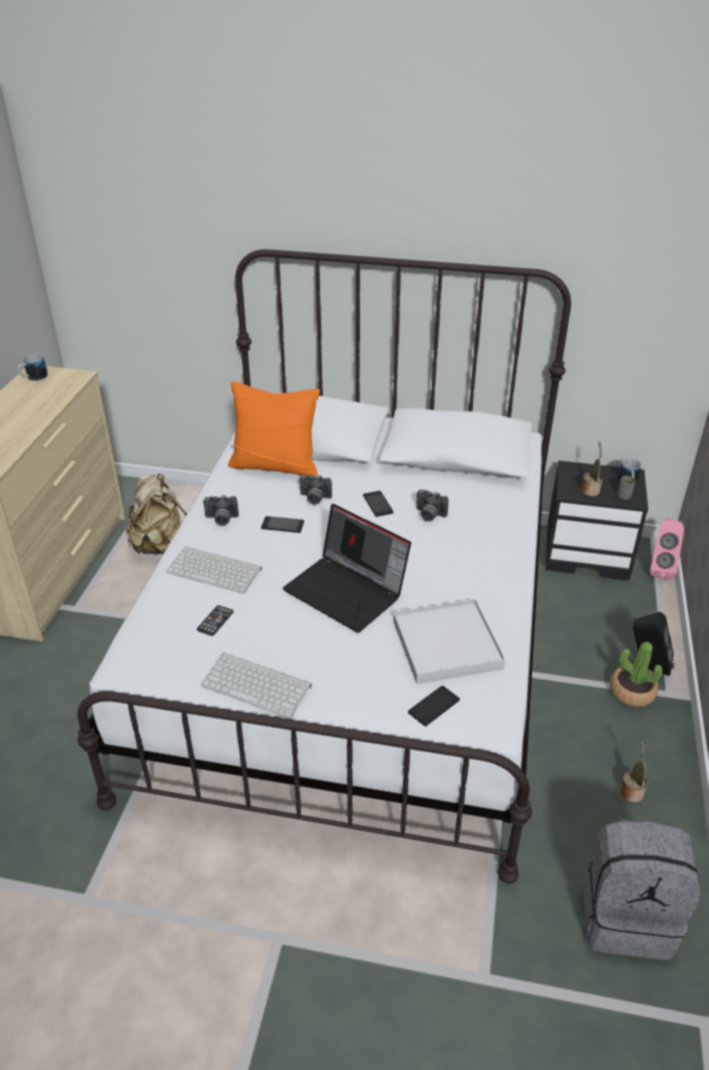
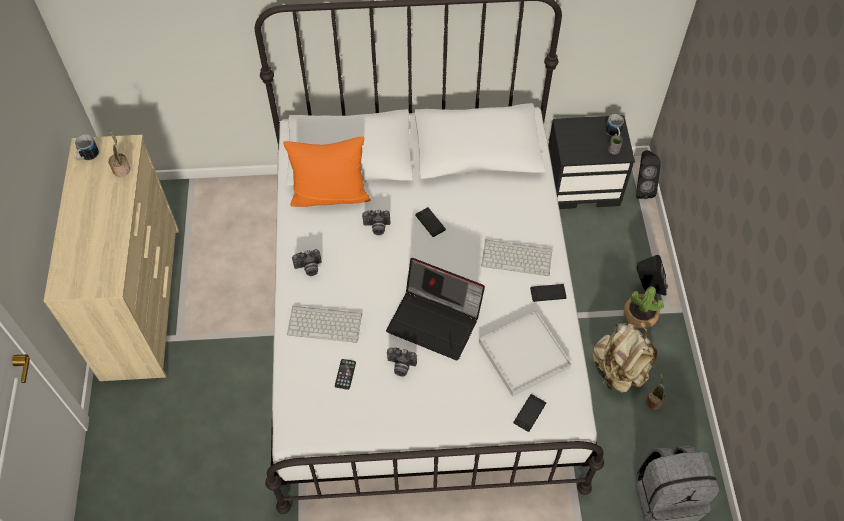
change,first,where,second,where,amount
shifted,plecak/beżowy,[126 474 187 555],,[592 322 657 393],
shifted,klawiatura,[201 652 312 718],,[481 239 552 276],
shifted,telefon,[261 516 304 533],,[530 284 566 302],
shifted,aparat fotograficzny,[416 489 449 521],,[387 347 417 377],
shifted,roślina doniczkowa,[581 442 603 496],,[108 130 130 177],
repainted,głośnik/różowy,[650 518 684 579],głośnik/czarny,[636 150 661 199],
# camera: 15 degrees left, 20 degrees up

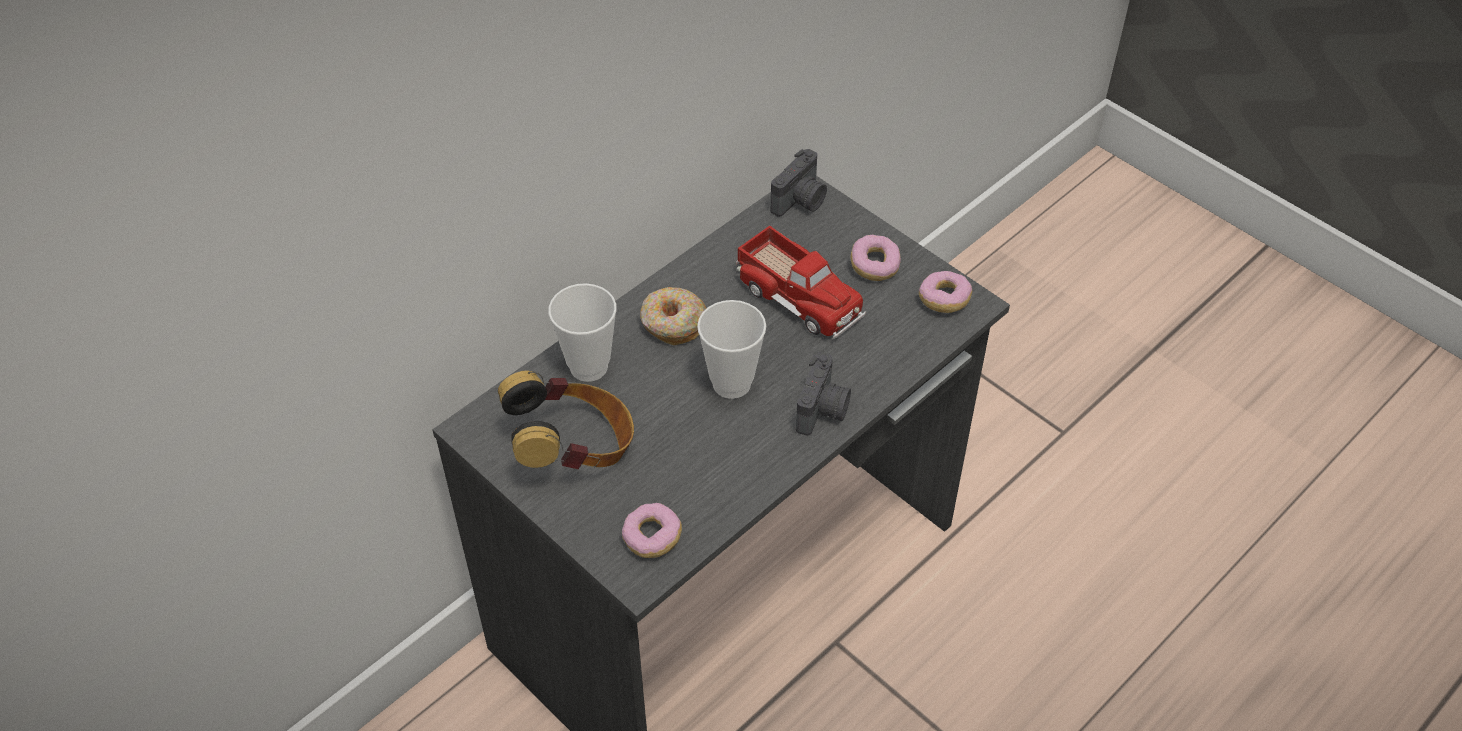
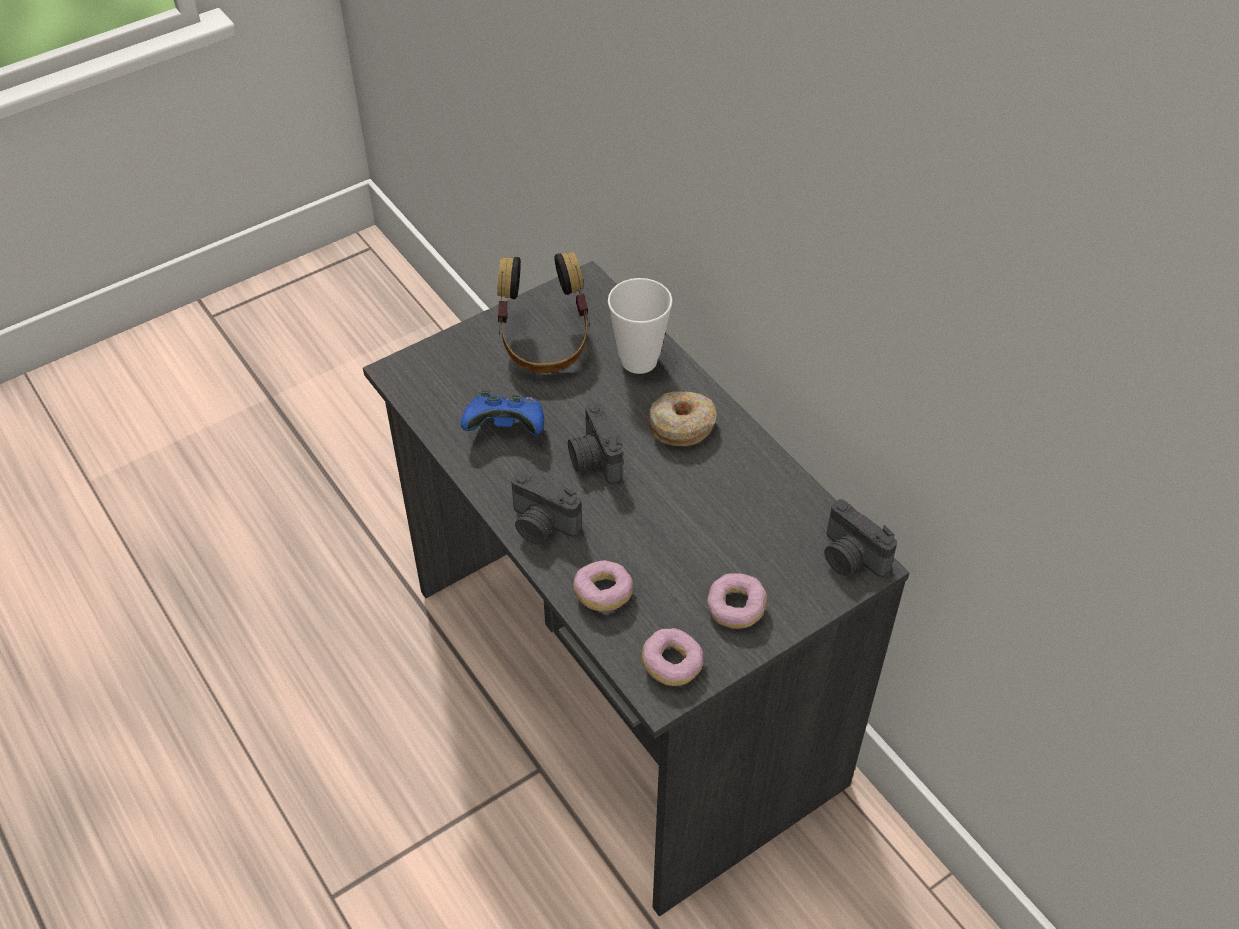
change,first,where,second,where,amount
shifted,donut,[622 503 682 558],,[573 560 633 611],
swapped,filiżanka,[697 300 766 399],aparat fotograficzny,[568 402 623 484],
gone,ciężarówka zabawkowa,[736 226 866 339],,,
new,,,pad do gier/niebieski,[461 390 544 435],
# camera: 100 degrees right, 0 degrees up

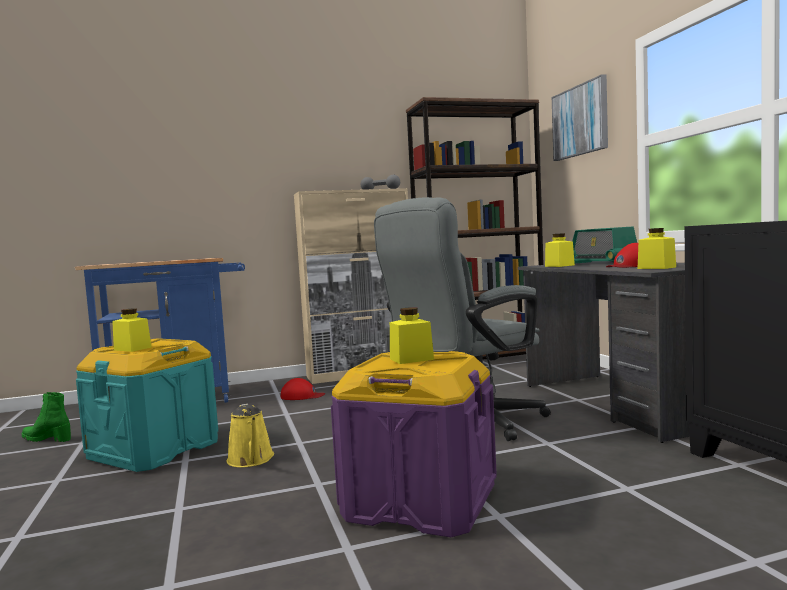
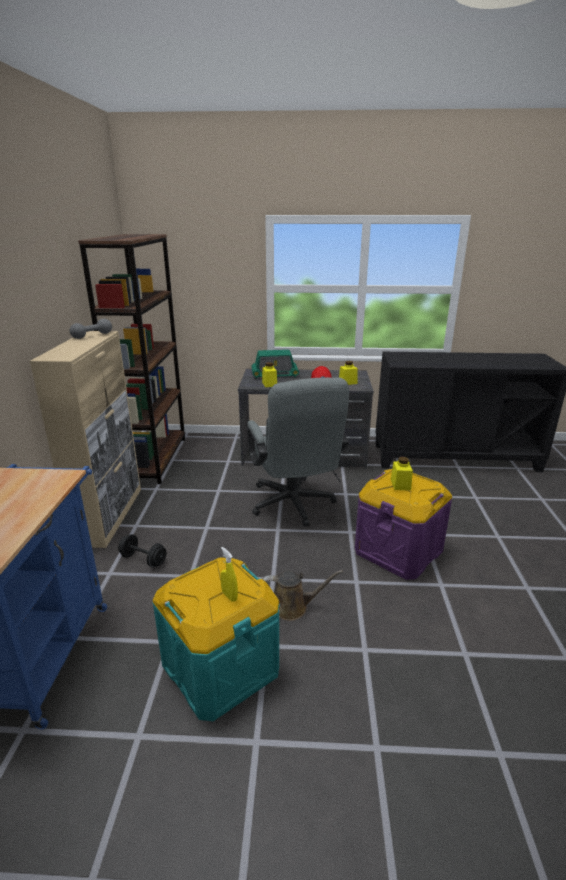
change,first,where,second,where,amount
gone,but z cholewką/zielony,[22 392 71 442],,,
swapped,słoik/żółty,[112 308 152 352],spryskiwacz/żółty,[220 547 238 602],
repainted,konewka/żółty,[227 404 274 467],konewka/brązowy,[263 570 343 621],
swapped,czapka z daszkiem/czerwony,[281 378 326 400],hantel/czarny,[118 534 166 567],
gone,obraz,[552 74 608 161],,,
# camera: 70 degrees left, 20 degrees up

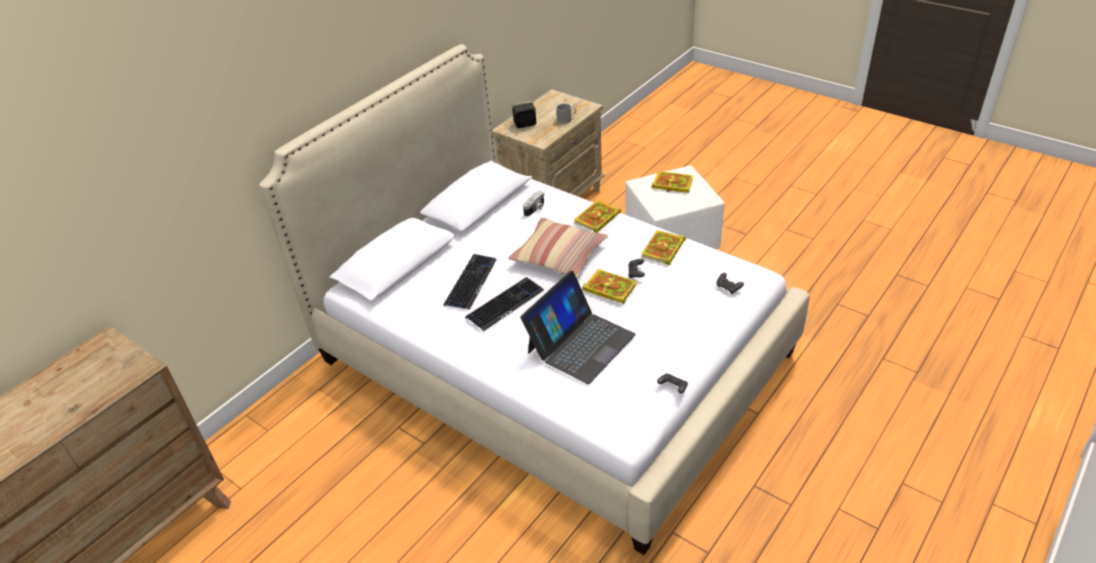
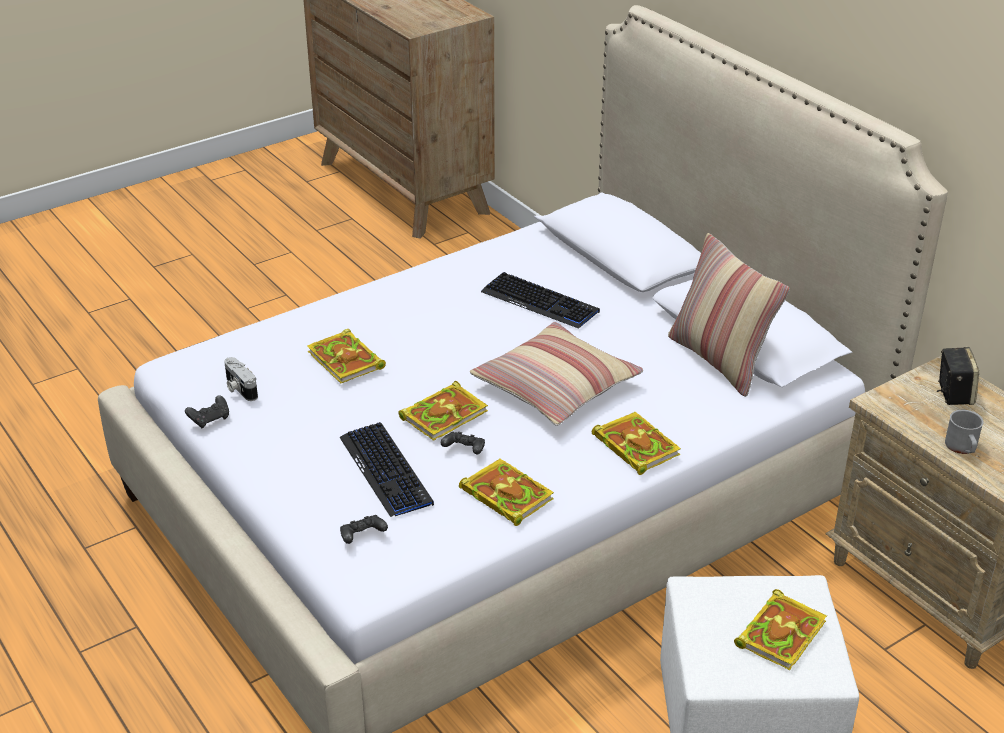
change,first,where,second,where,amount
shifted,klawiatura,[465 277 544 331],,[339 422 434 517],
swapped,laptop,[521 271 636 384],książka,[307 329 386 383],
shifted,aparat fotograficzny,[523 191 544 217],,[224 357 258 401],
new,,,poduszka,[668 233 790 397],
# camera: 105 degrees right, 5 degrees down

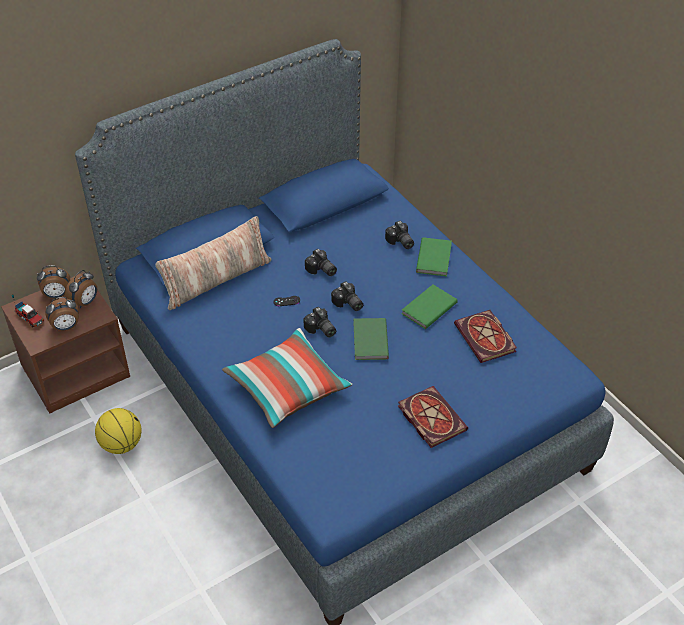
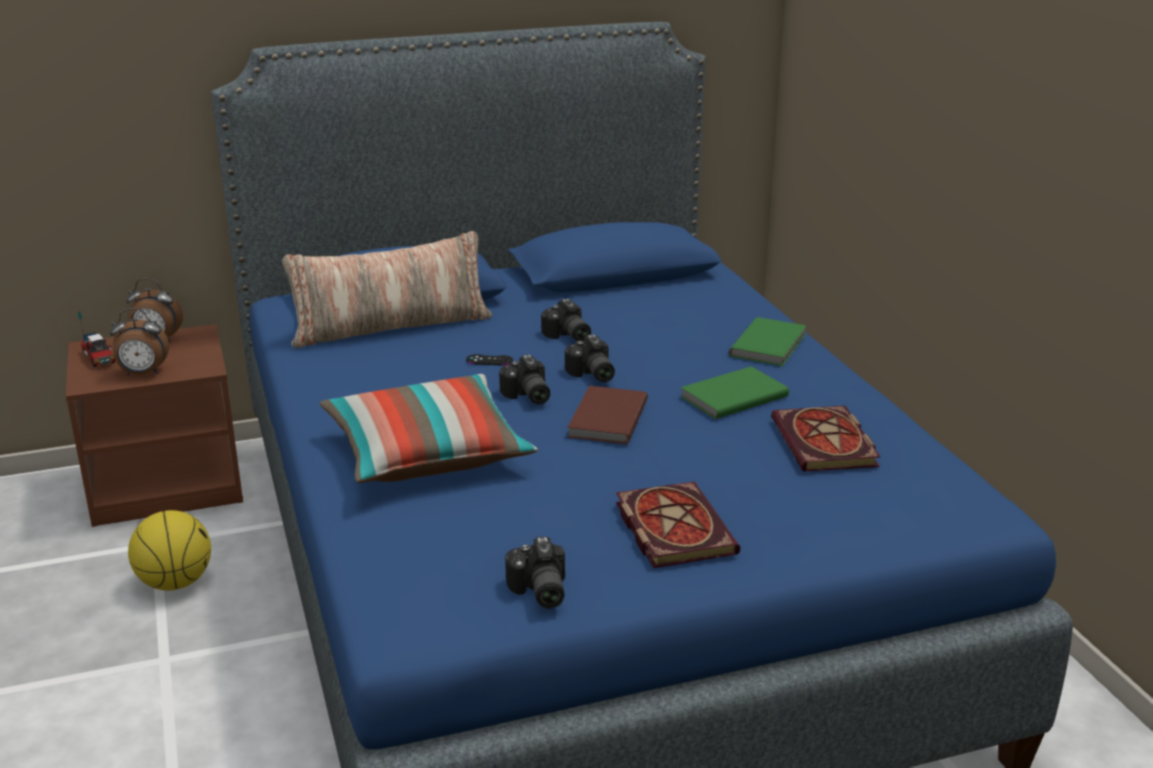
change,first,where,second,where,amount
gone,budzik,[65 270 97 308],,,
repainted,książka/zielony,[353 318 389 360],książka/brązowy,[567 386 648 444],
shifted,aparat fotograficzny,[385 221 414 249],,[505 536 565 609],
# camera: 15 degrees right, 20 degrees down

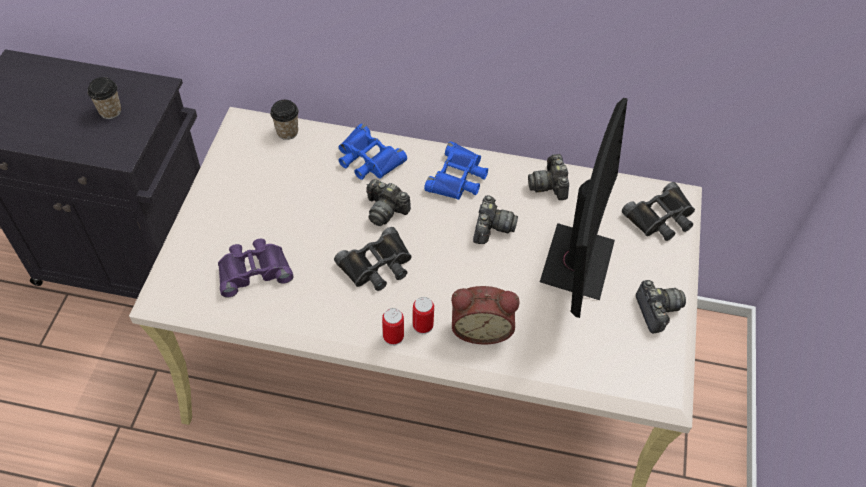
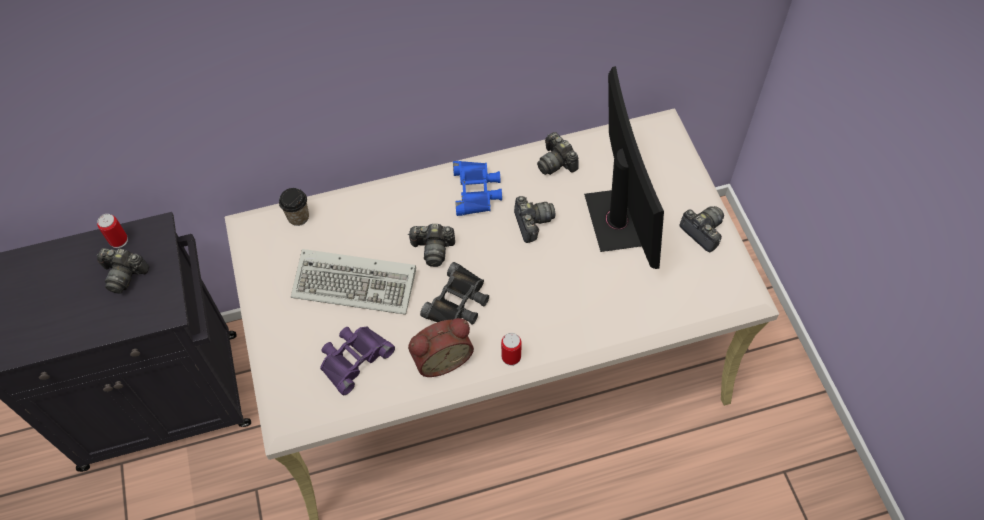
change,first,where,second,where,amount
swapped,filiżanka,[88 77 121 119],aparat fotograficzny,[96 248 150 294],
gone,lornetka/niebieski,[339 124 407 180],,,
shifted,puszka,[413 297 434 334],,[97 214 128 248],
shifted,budzik,[451 286 520 345],,[408 318 474 377],
gone,lornetka/czarny,[622 182 695 241],,,
new,,,klawiatura,[291 249 416 315],
# camera: 25 degrees left, 5 degrees up

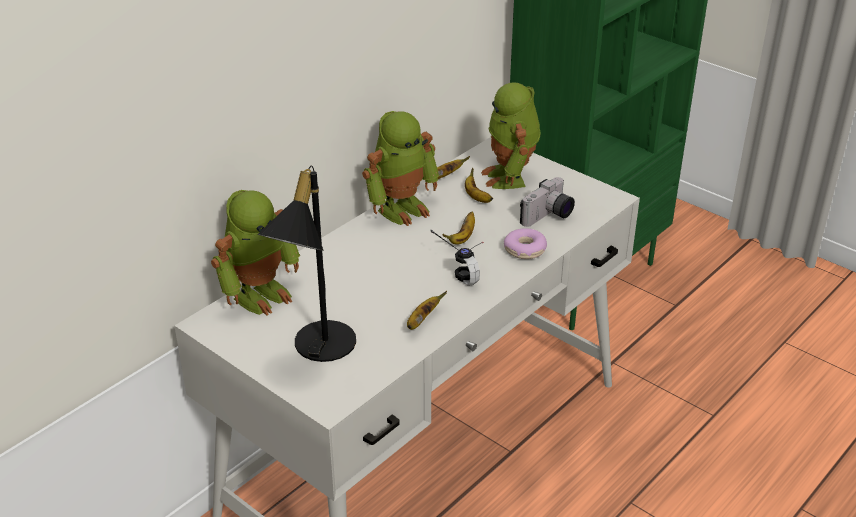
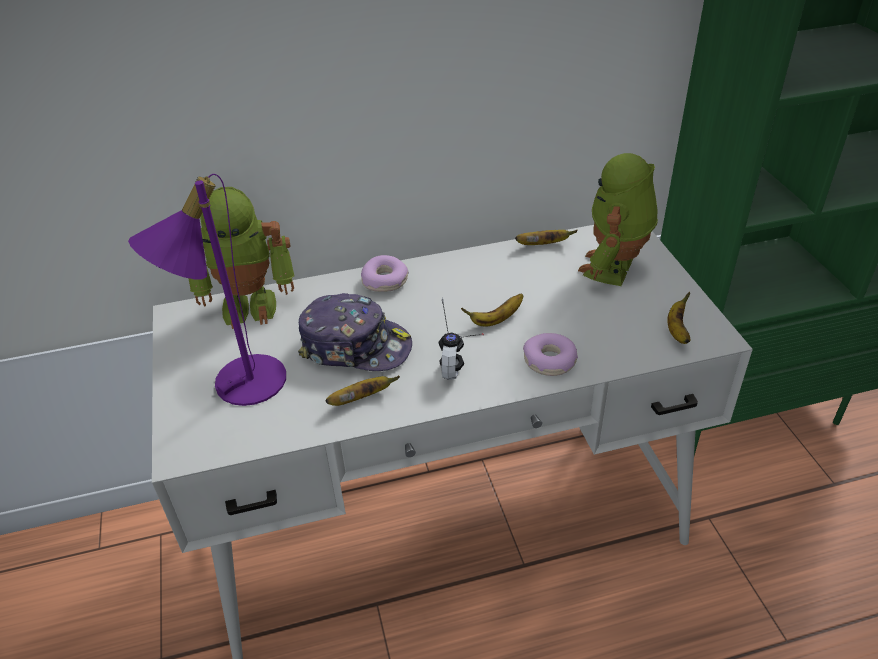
change,first,where,second,where,amount
repainted,lampa stołowa/czarny,[258 165 356 362],lampa stołowa/fioletowy,[128 174 286 406],
gone,robot zabawkowy,[362 111 439 226],,,
shifted,banan,[465 168 493 203],,[667 291 691 344],
gone,aparat fotograficzny,[520 177 575 227],,,
new,,,czapka z daszkiem,[298 293 412 371],
new,,,donut,[361 255 409 292],
# camera: 35 degrees right, 5 degrees up

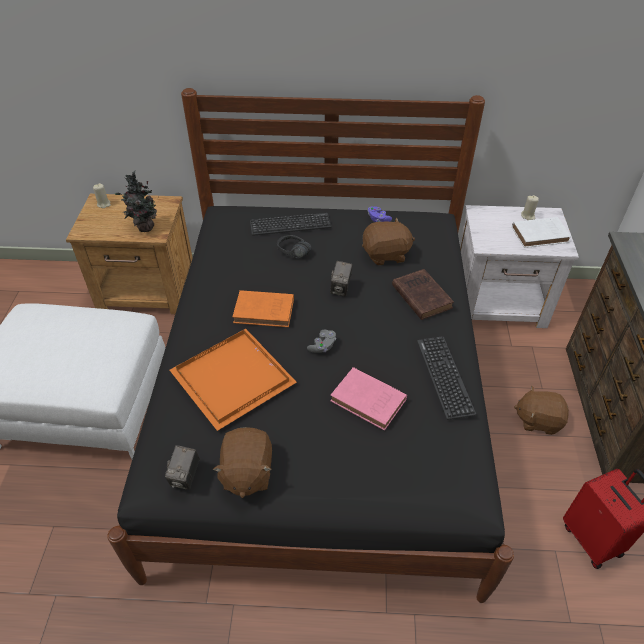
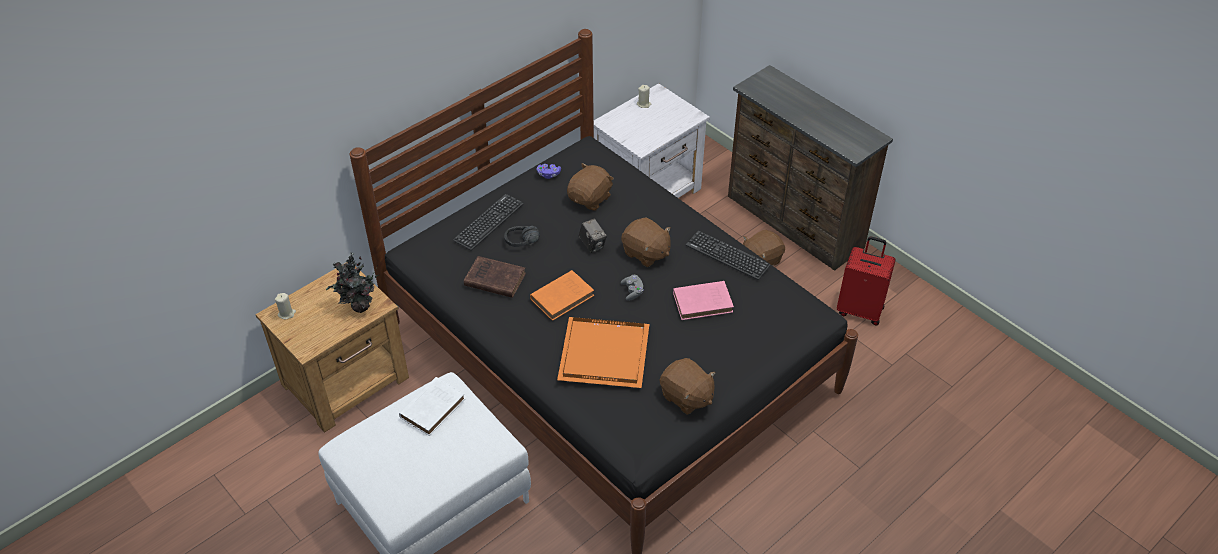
change,first,where,second,where,amount
gone,aparat fotograficzny,[165 445 200 490],,,
shifted,książka/brązowy,[392 269 454 320],,[464 256 526 298],
shifted,książka/biały,[512 217 571 248],,[399 377 465 436],
new,,,pluszak/brązowy,[621 218 671 267],
# camera: 45 degrees left, 0 degrees up

